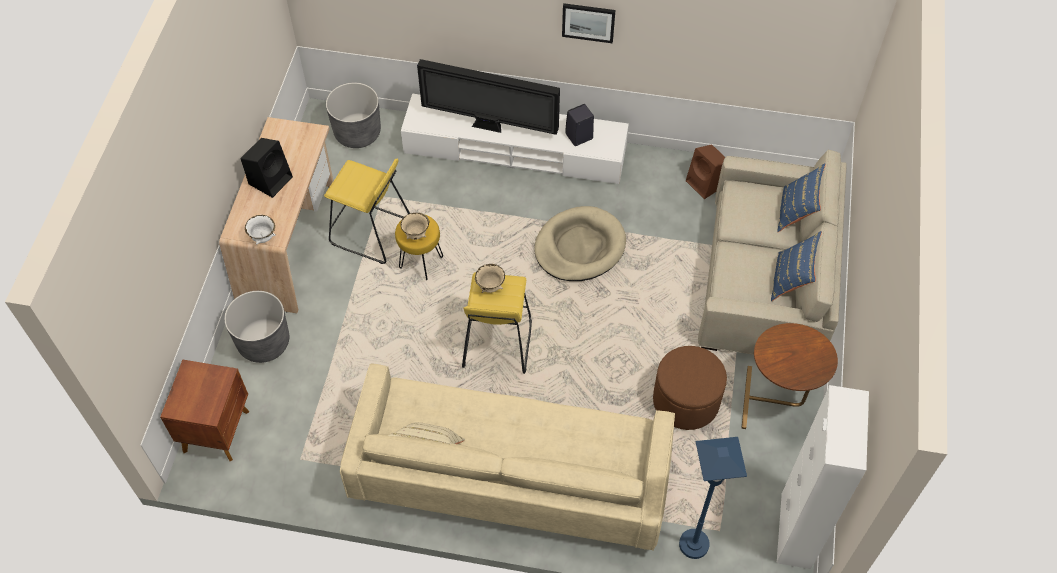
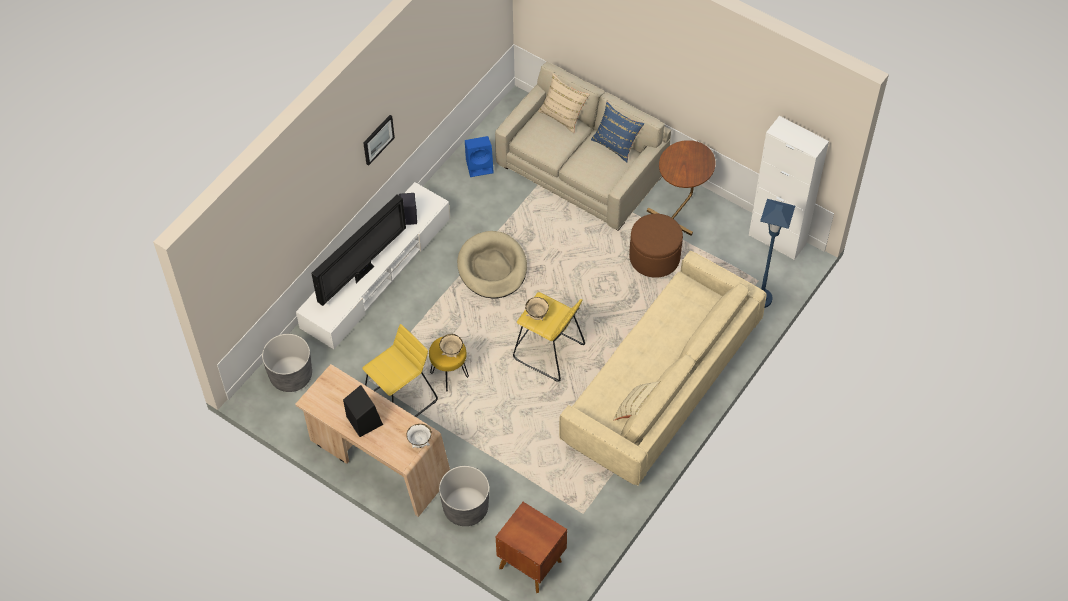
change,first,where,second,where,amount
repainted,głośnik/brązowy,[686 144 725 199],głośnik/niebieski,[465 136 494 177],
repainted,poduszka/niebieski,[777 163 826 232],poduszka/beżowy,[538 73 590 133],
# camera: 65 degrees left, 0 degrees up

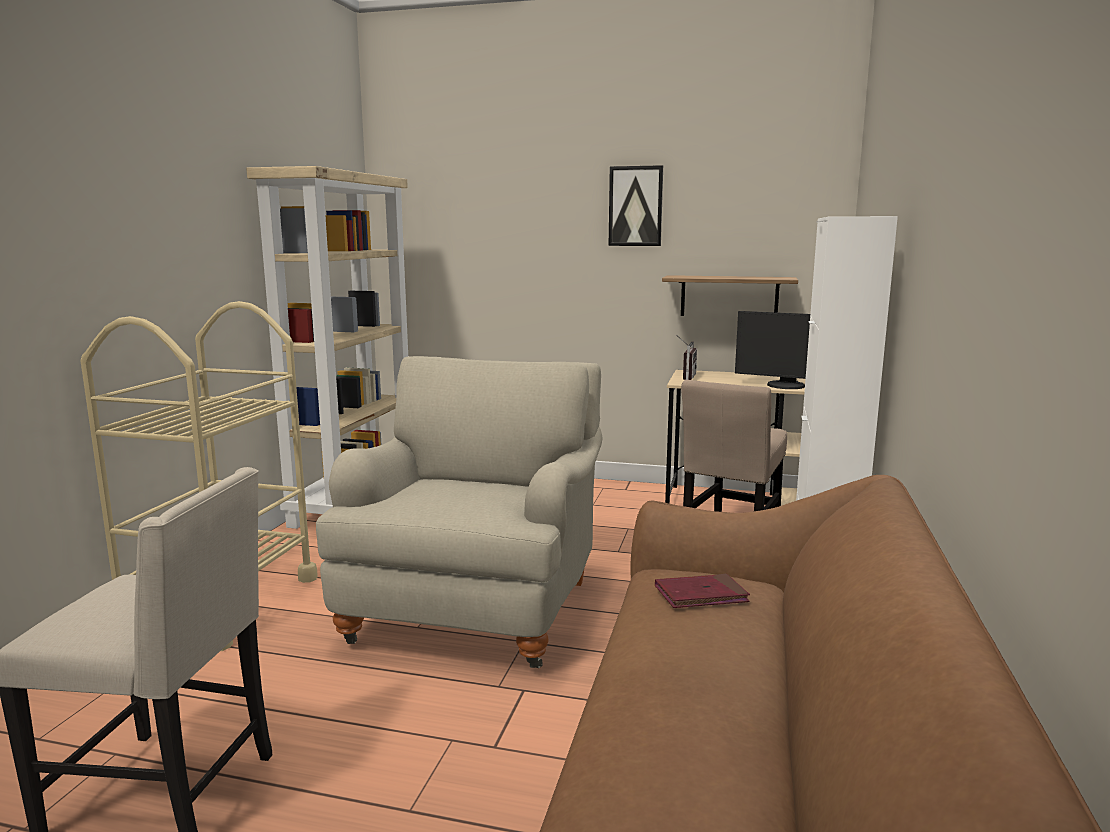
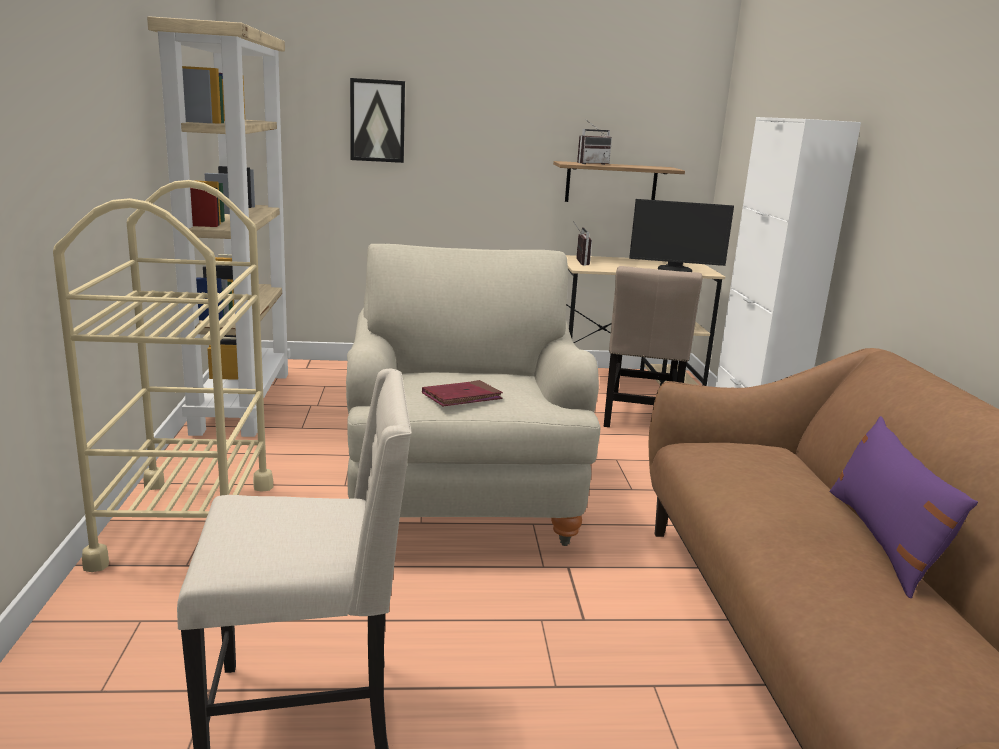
change,first,where,second,where,amount
shifted,obraz,[609 165 663 246],,[350 78 405 163],
shifted,książka/czerwony,[655 574 750 608],,[422 380 503 406],
new,,,radio,[577 121 612 165],
new,,,poduszka/fioletowy,[830 416 978 598],
# camera: 20 degrees left, 5 degrees up

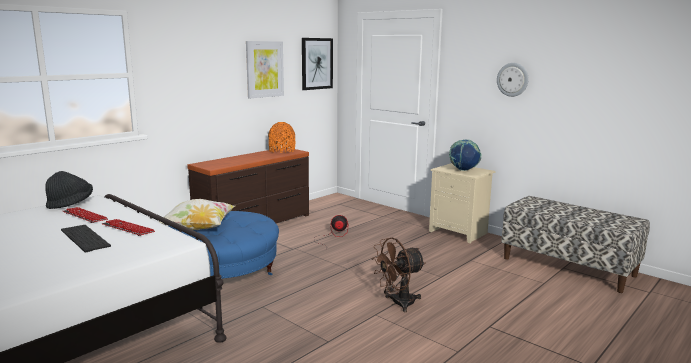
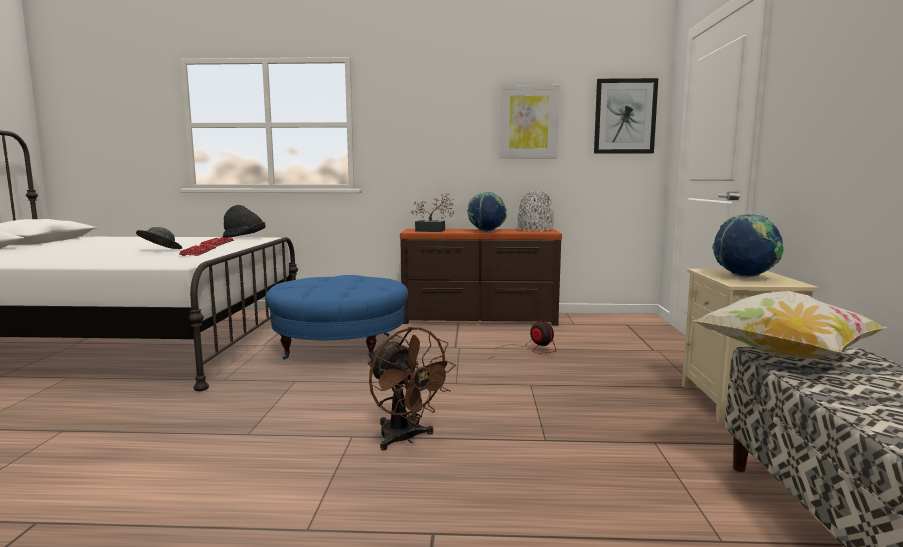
change,first,where,second,where,amount
swapped,klawiatura,[61 225 111 253],kapelusz/szary,[136 227 182 249],
shifted,poduszka,[159 199 235 230],,[692 291 887 359],
repainted,wazon/pomarańczowy,[268 122 295 153],wazon/szary,[518 191 554 232],
rotated,wentylator/brązowy,[371 237 425 312],,[368 327 456 450],150 degrees counterclockwise
gone,zegar ścienny,[497 63 528 97],,,
new,,,roślina doniczkowa,[410 193 454 232],
new,,,globus,[467 192 507 232],
# camera: 50 degrees right, 5 degrees down

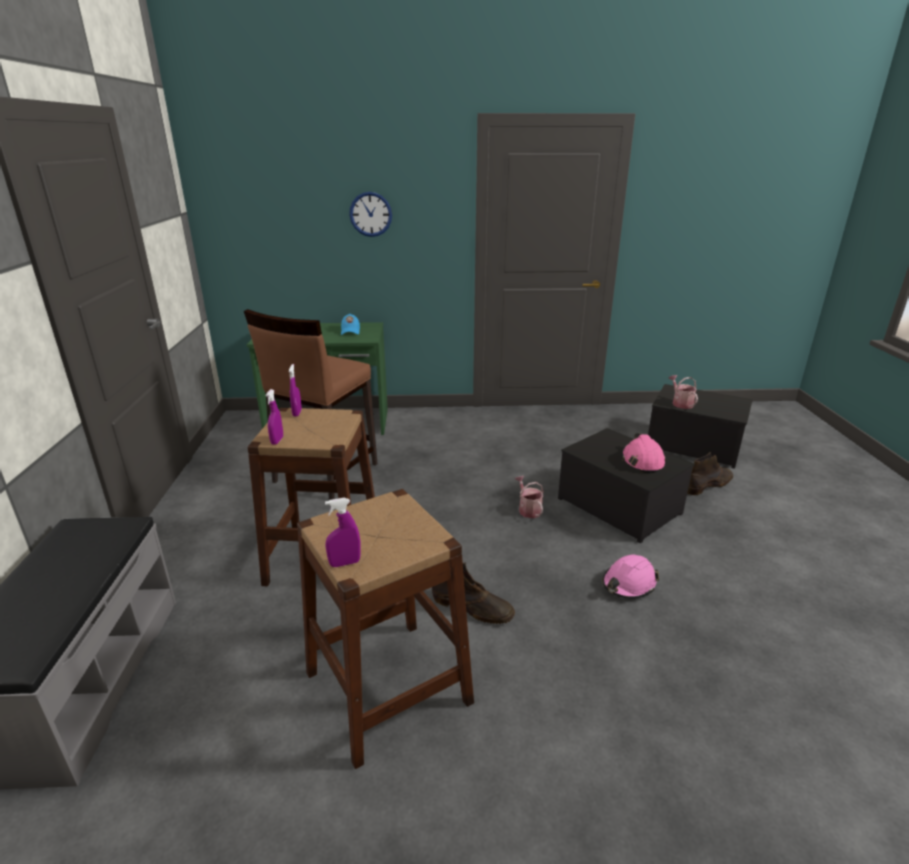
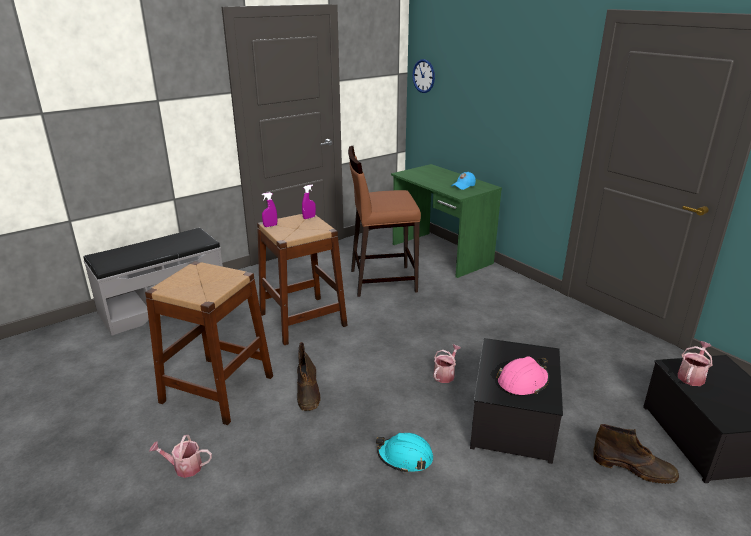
change,first,where,second,where,amount
gone,spryskiwacz/fioletowy,[325 498 361 567],,,
shifted,zegar ścienny,[349 192 392 237],,[412 59 435 93],
repainted,kask/różowy,[602 555 659 599],kask/turkusowy,[376 433 433 473],
new,,,konewka,[149 435 212 478],
# camera: 55 degrees right, 0 degrees up

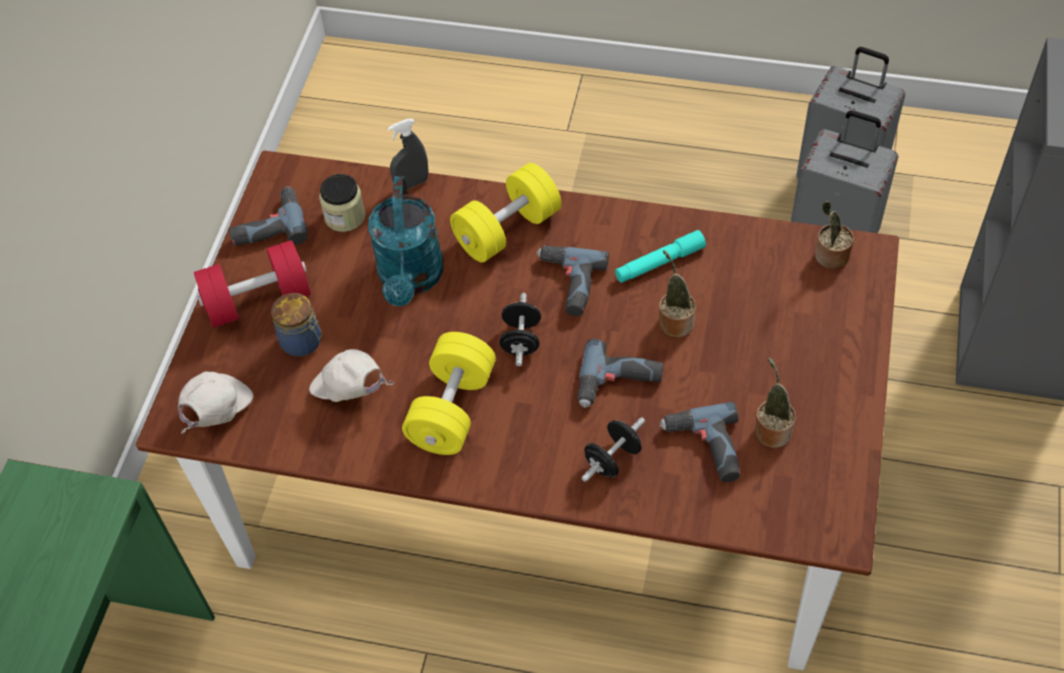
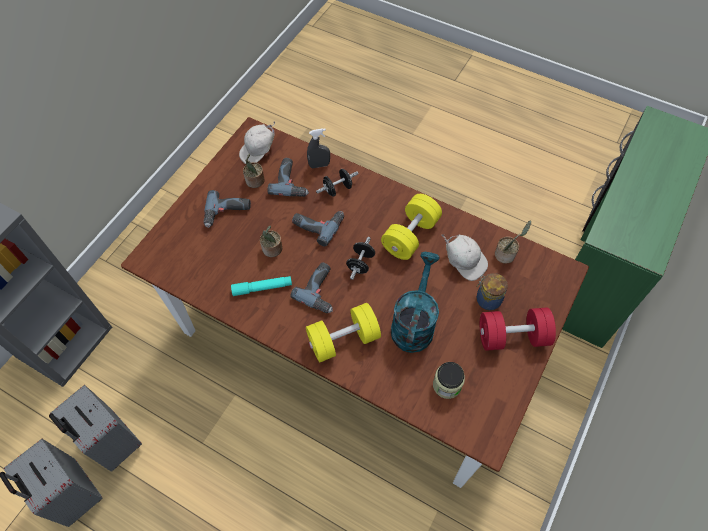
change,first,where,second,where,amount
shifted,czapka z daszkiem/biały,[178 371 253 434],,[239 121 276 164],
shifted,wiertarka,[229 187 308 246],,[204 190 251 228],
shifted,spryskiwacz/szary,[387 119 429 189],,[307 128 330 168],
shifted,roślina doniczkowa,[815 201 854 269],,[495 220 531 264],
# camera: 165 degrees left, 5 degrees up

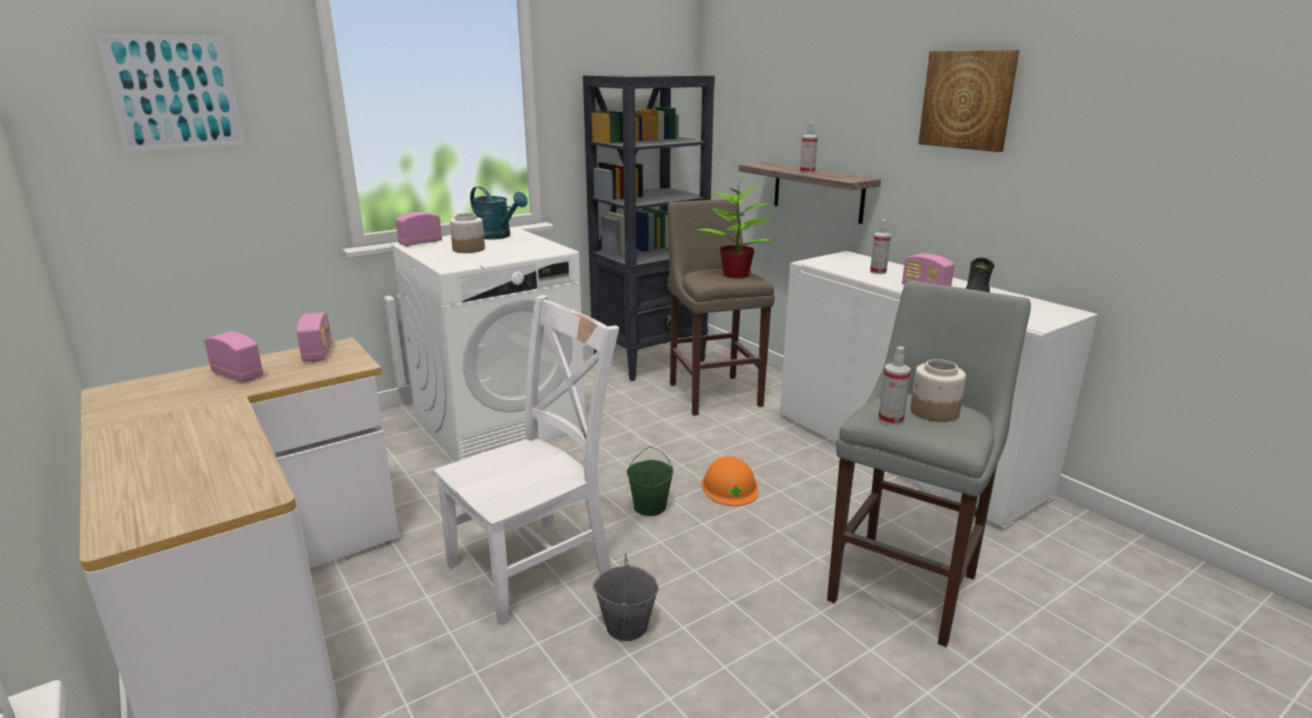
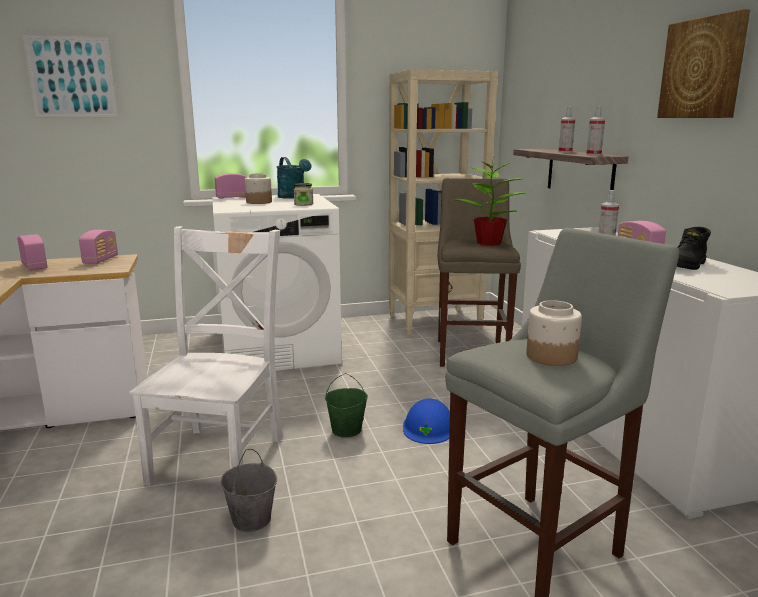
change,first,where,second,where,amount
rotated,krzesło/biały,[434 295 619 626],,[129 226 283 486],60 degrees counterclockwise
repainted,regał/czarny,[583 74 715 381],regał/beżowy,[388 69 498 334],
repainted,kask/pomarańczowy,[701 456 759 506],kask/niebieski,[403 399 450 444],
shifted,spryskiwacz,[878 346 911 426],,[586 105 605 156],
new,,,słoik,[294 183 313 206],
# camera: 20 degrees right, 5 degrees down

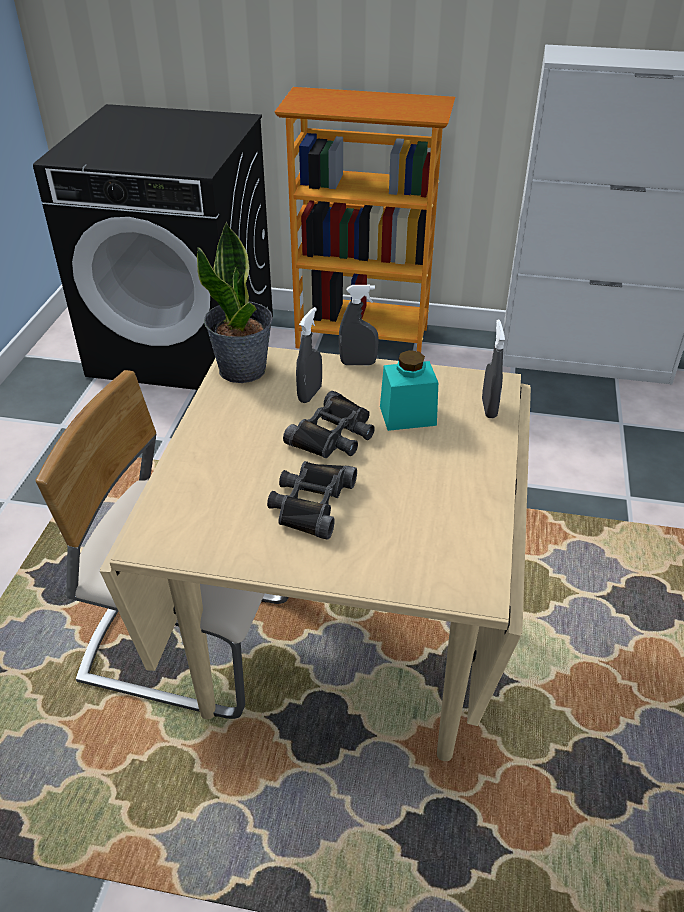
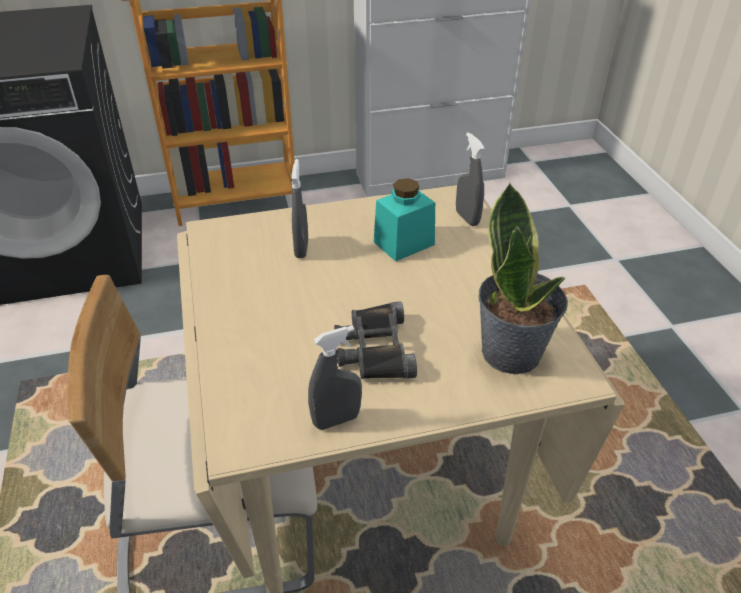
change,first,where,second,where,amount
shifted,roślina doniczkowa,[197 221 273 383],,[479 182 568 375],
gone,lornetka/czarny,[283 391 375 458],,,
shifted,spryskiwacz/szary,[339 285 379 365],,[308 325 362 430],
# camera: 25 degrees left, 0 degrees up

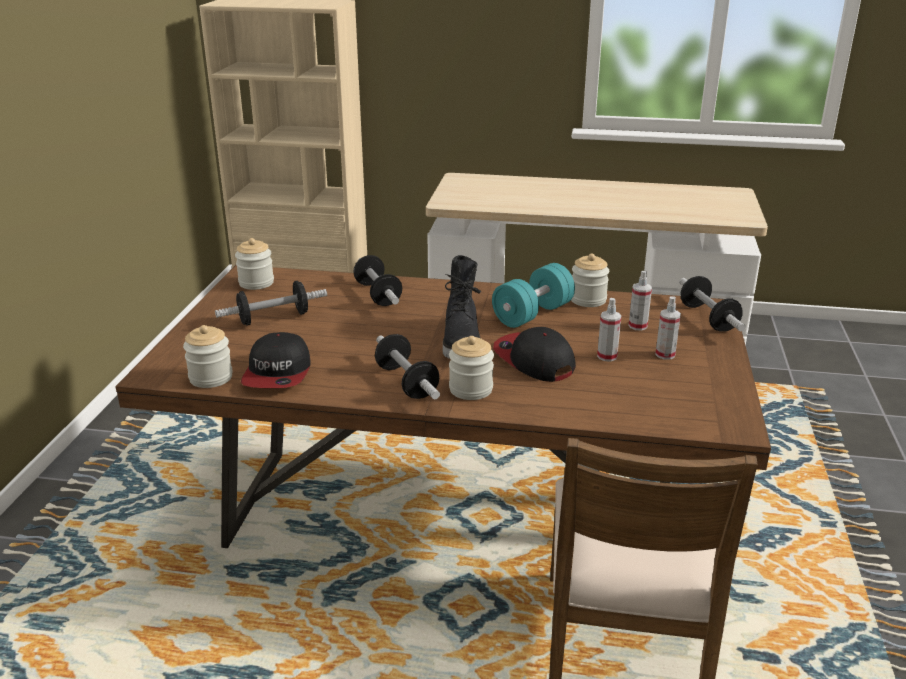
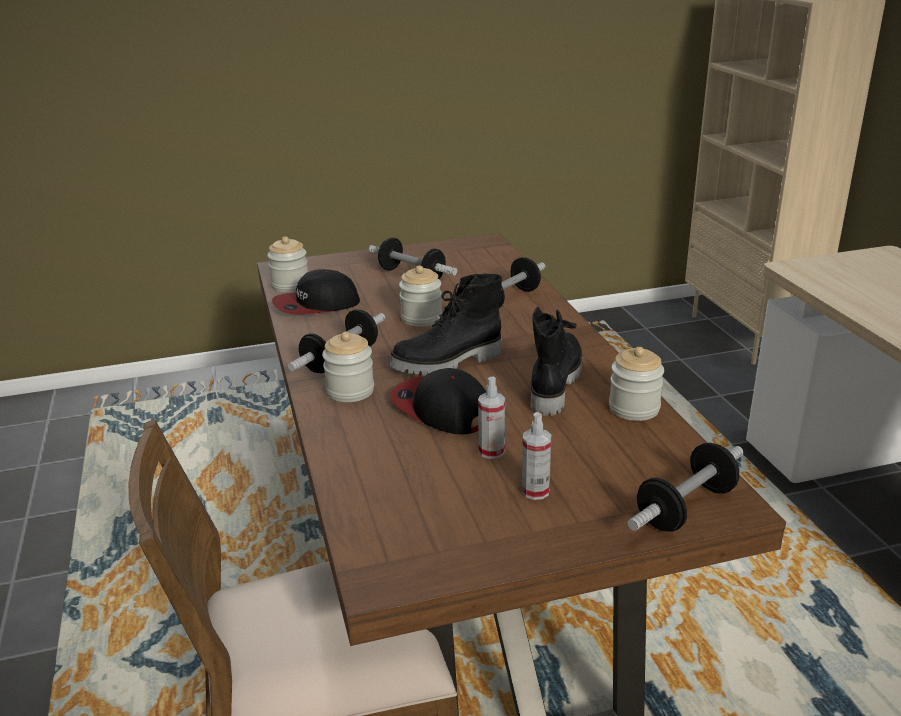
change,first,where,second,where,amount
shifted,słoik,[235 238 274 290],,[399 265 442 327],
swapped,hantel/turkusowy,[492 263 575 328],but z cholewką/czarny,[531 306 582 416],
rotated,czapka z daszkiem,[493 327 576 382],,[391 368 486 434],75 degrees counterclockwise
gone,spryskiwacz,[629 271 652 331],,,
# camera: 65 degrees right, 0 degrees up

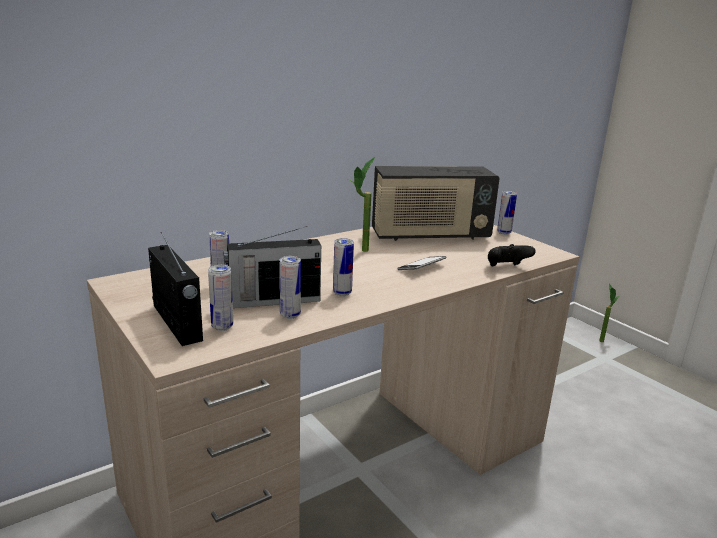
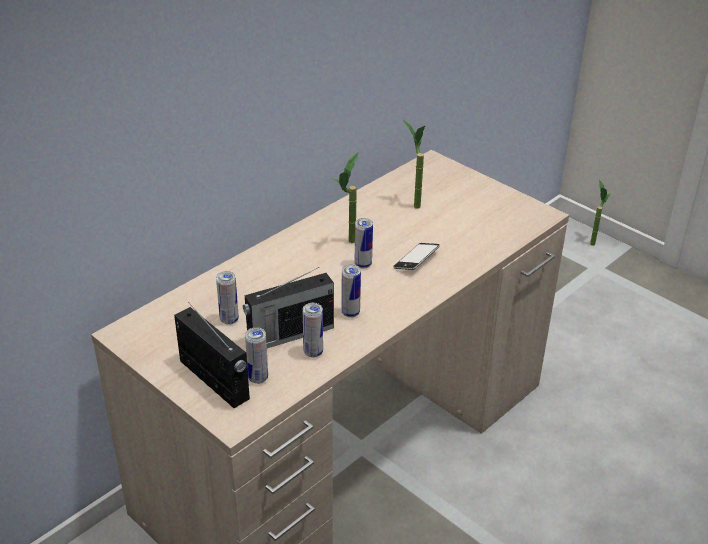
change,first,where,second,where,amount
swapped,radio,[372 166 500 241],roślina doniczkowa,[403 120 425 209],
gone,pad do gier/czarny,[488 244 536 267],,,
shifted,puszka,[497 191 517 235],,[355 218 373 269],
# camera: 10 degrees left, 15 degrees up

